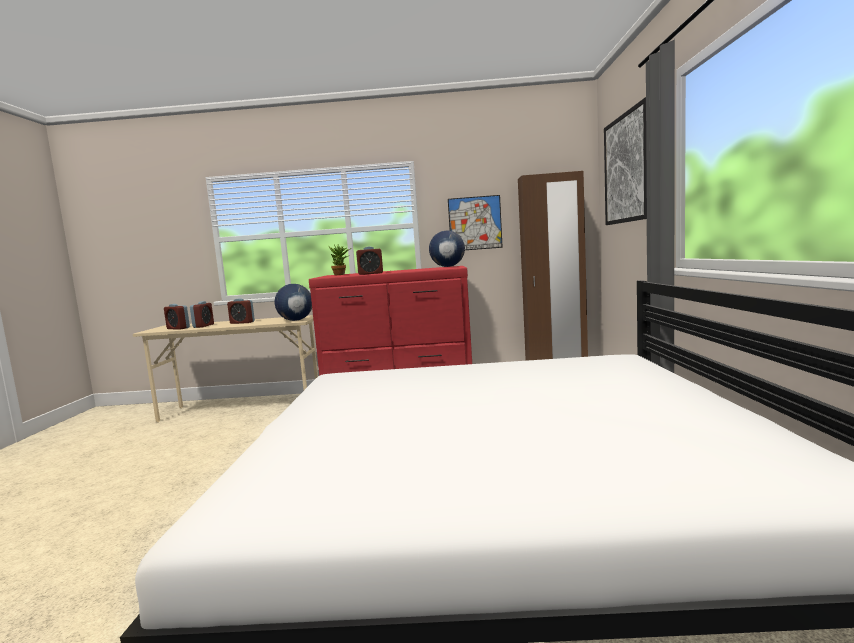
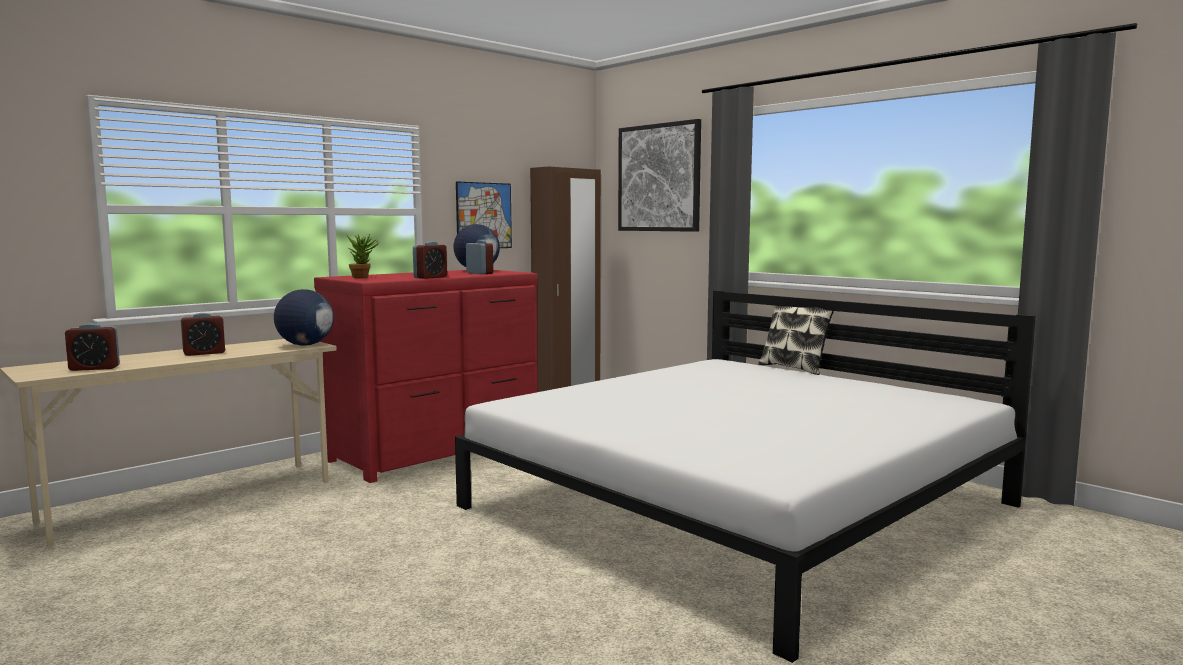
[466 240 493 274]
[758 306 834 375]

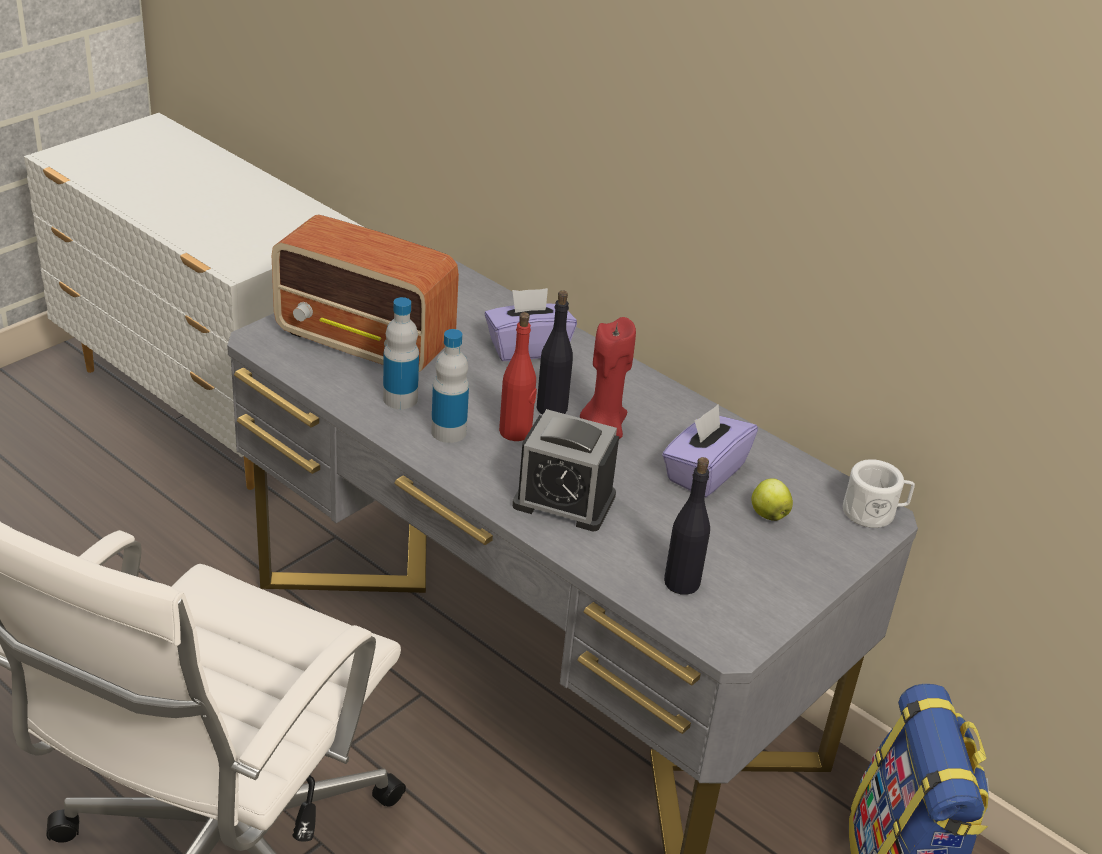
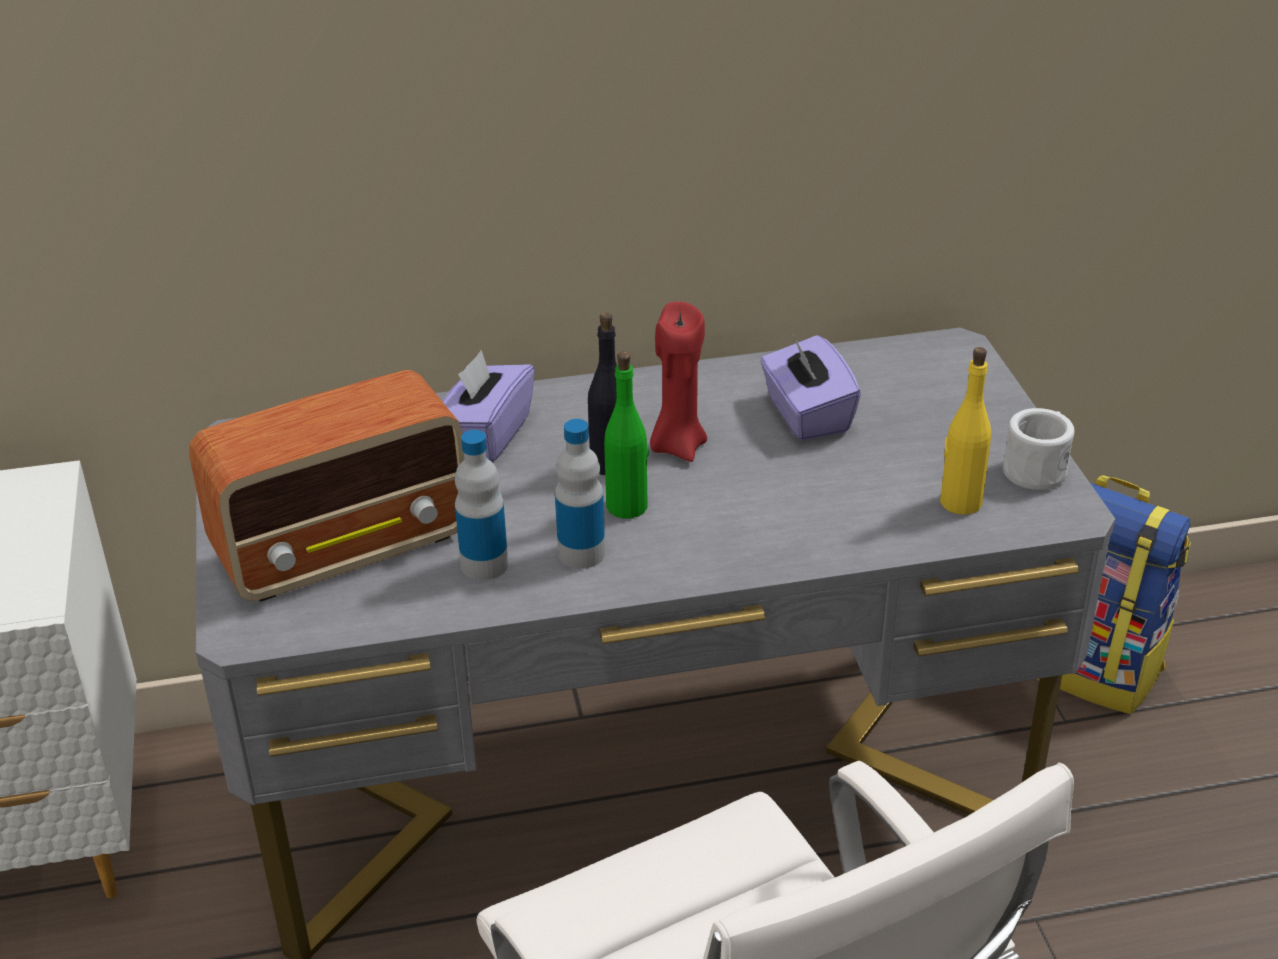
[604 351 649 518]
[512 409 619 532] (first image)
[940 347 991 515]
[1003 408 1075 490]
[751 478 793 521] (first image)

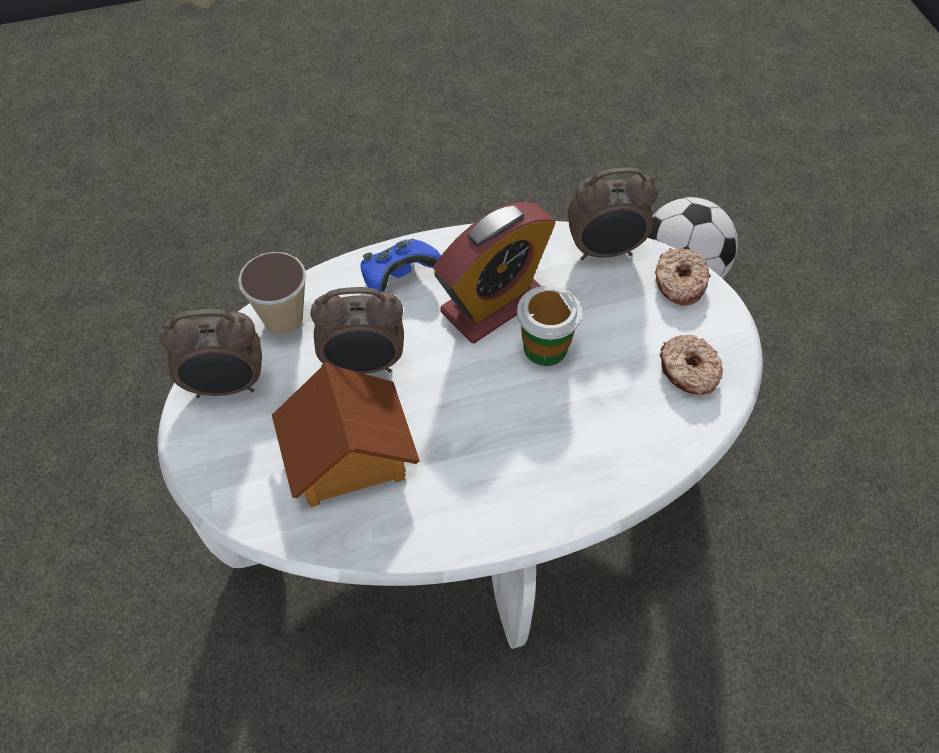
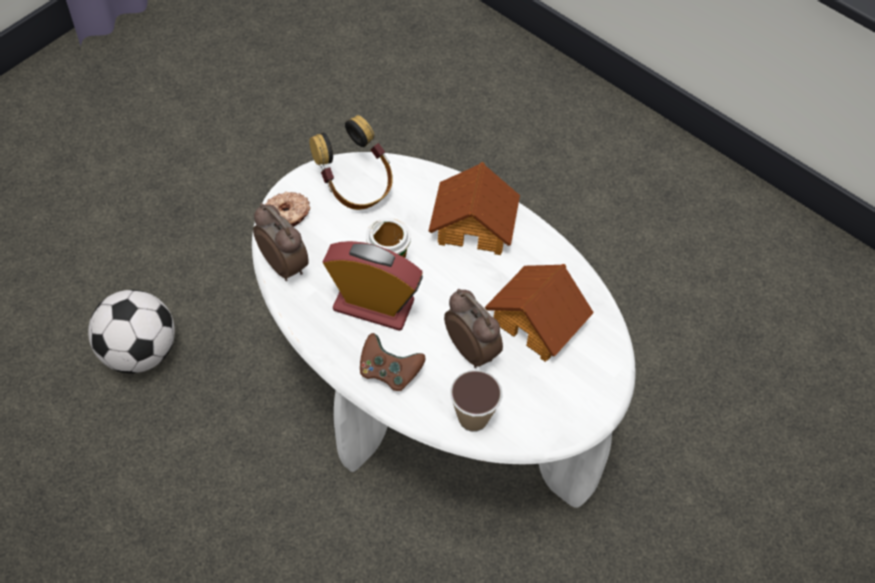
[360 333 425 391]
[160 309 262 398] (first image)
[309 115 393 210]
[429 162 520 255]

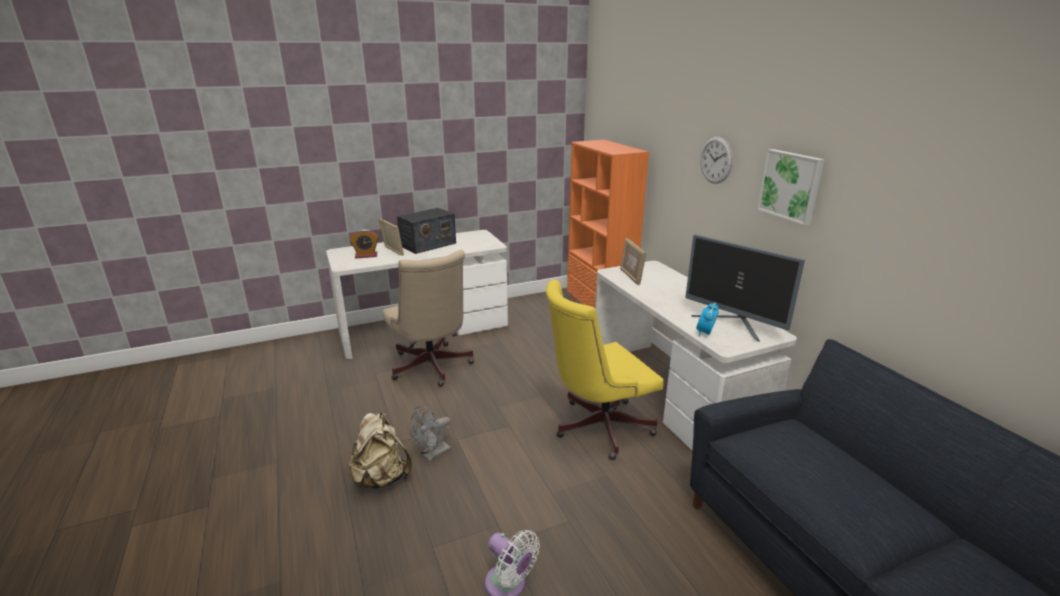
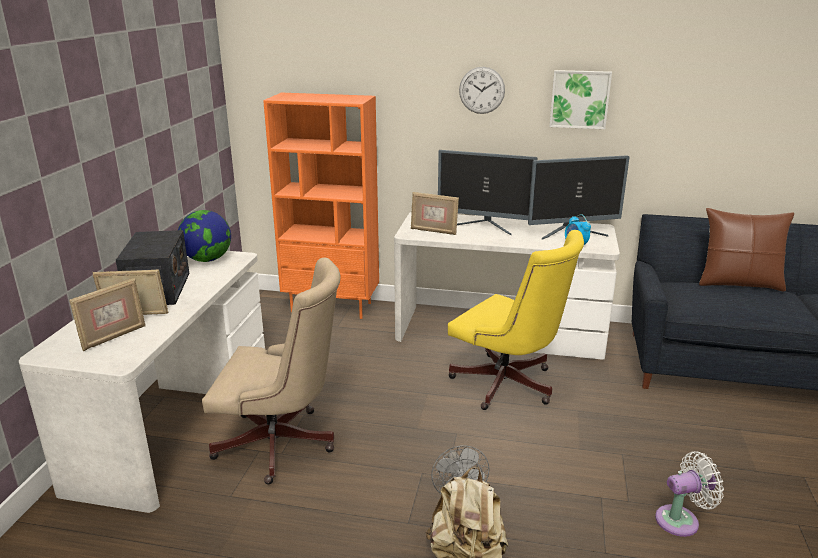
[69 277 146 351]
[448 230 584 410]
[438 150 538 236]
[699 208 794 292]
[178 210 231 262]

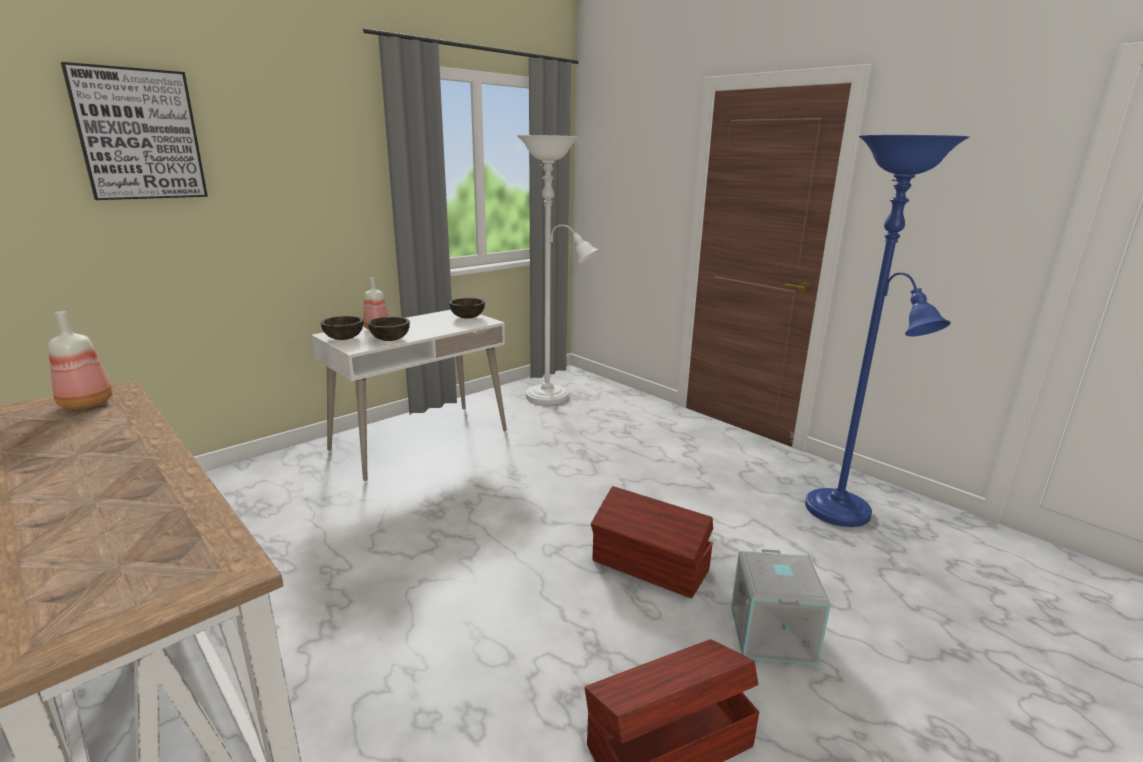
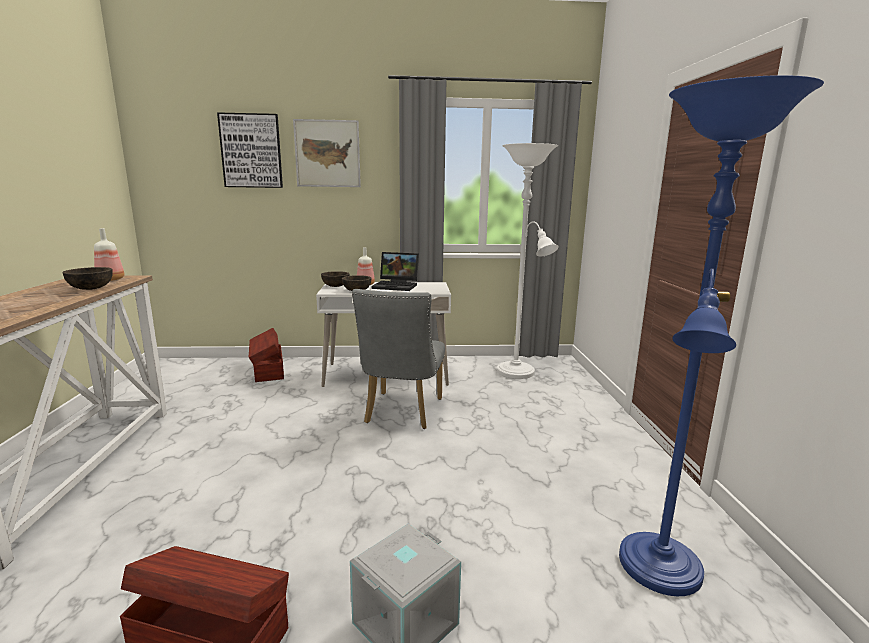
[62 267 113 290]
[249 328 284 382]
[293 119 361 187]
[372 252 419 291]
[352 289 445 429]

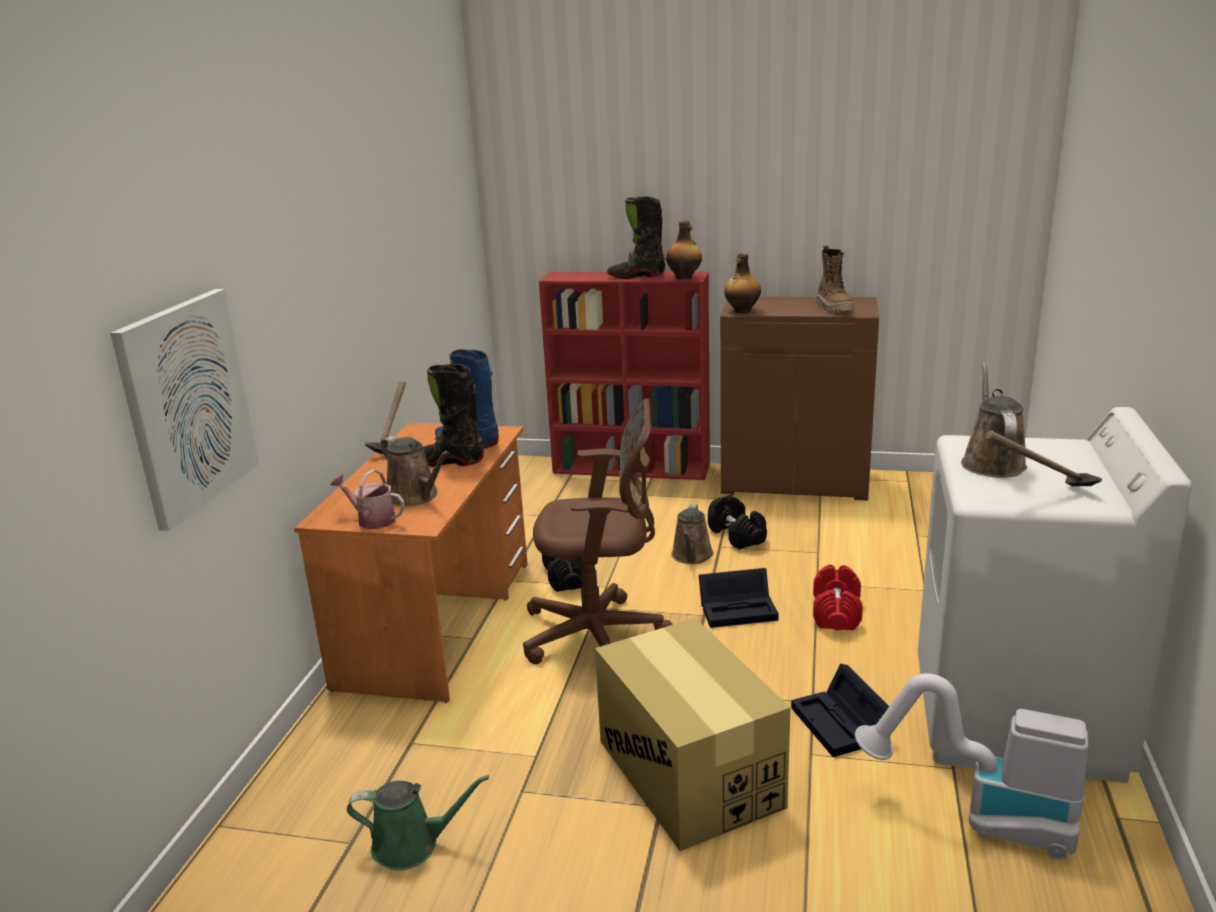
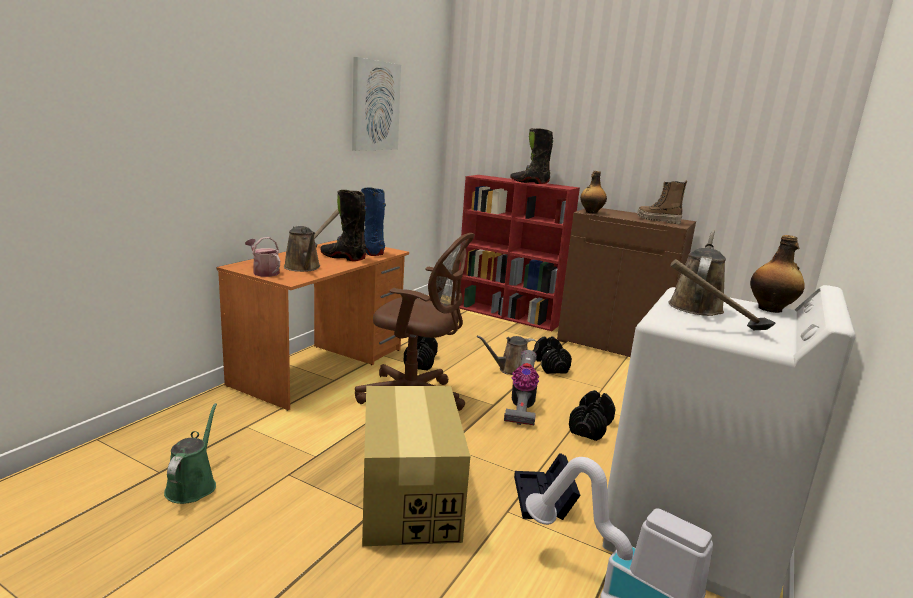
[750 235 805 313]
[637 180 687 224]
[352 57 401 151]
[477 335 539 375]
[569 390 616 441]
[504 350 539 425]
[164 403 217 504]

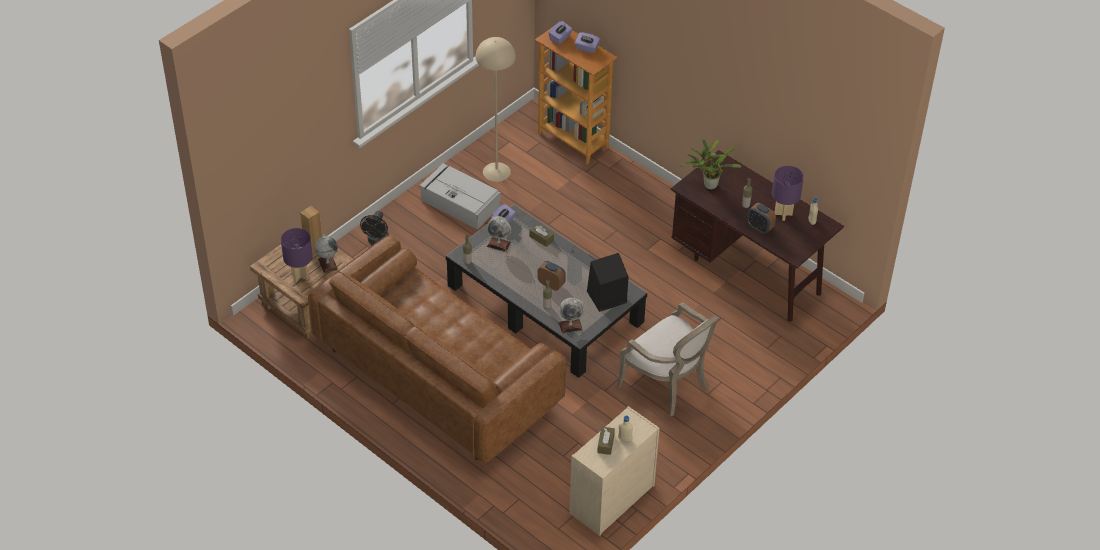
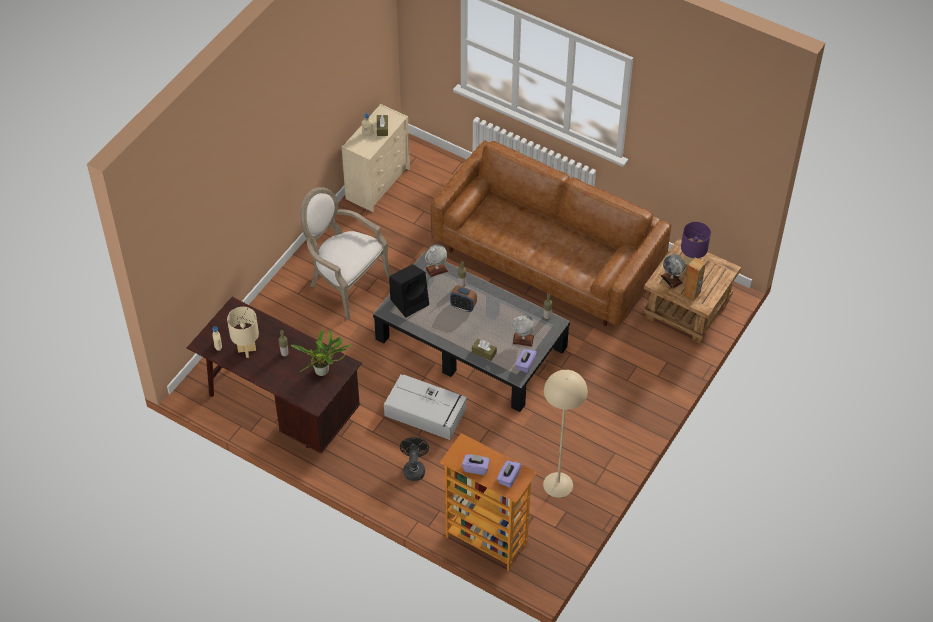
[384 374 467 440]
[227 307 259 358]
[747 203 776 234] (first image)
[400 437 429 481]

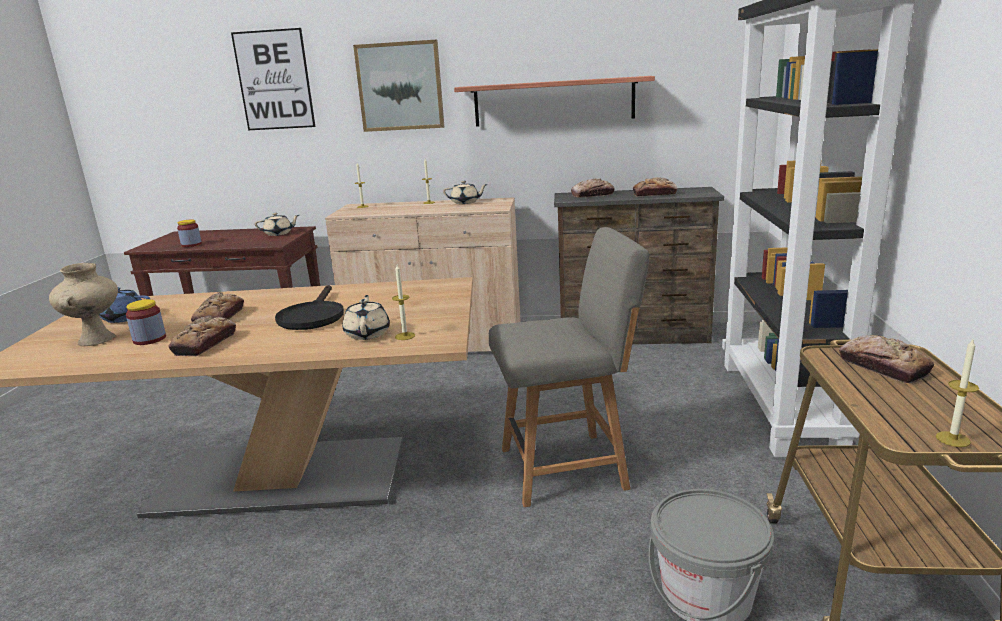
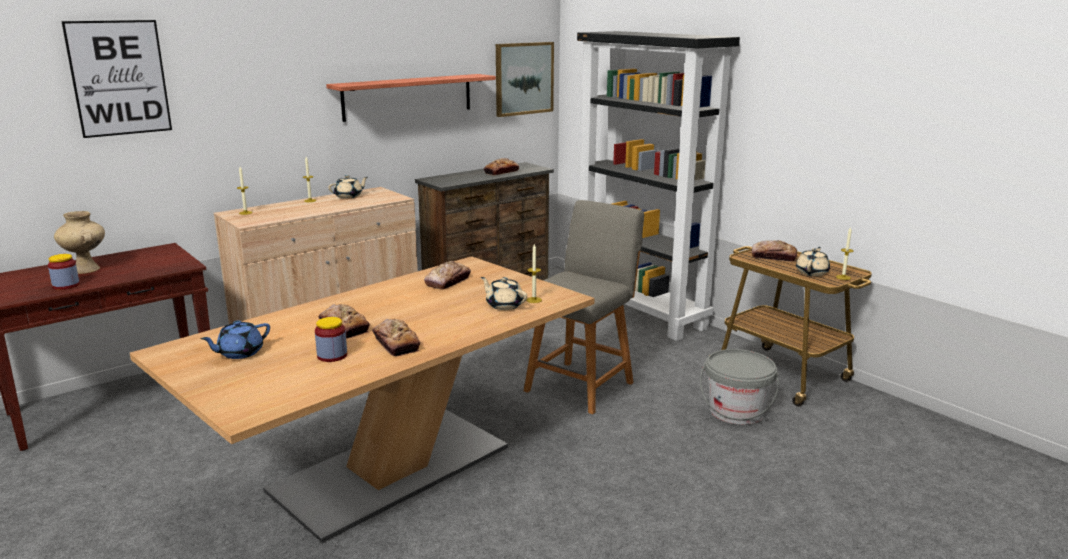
[496 42 554 117]
[424 261 471 290]
[796 247 830 276]
[54 211 105 274]
[275 285 344 330] (first image)

